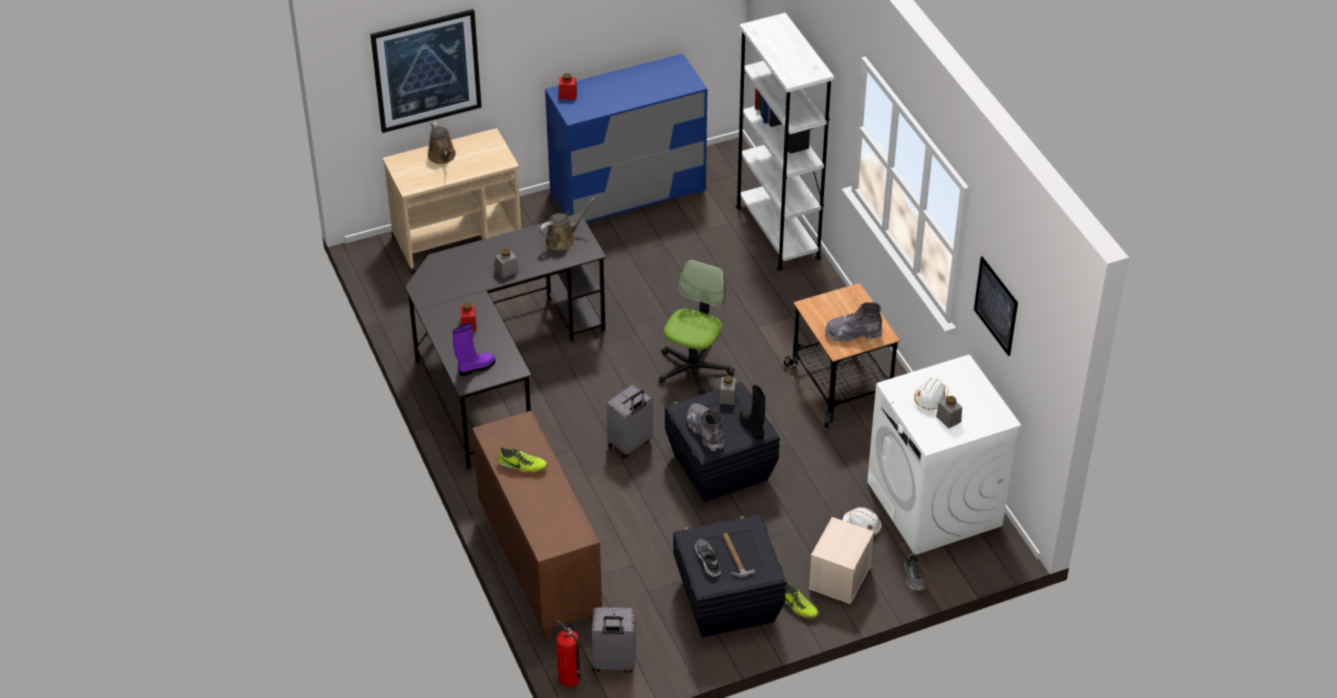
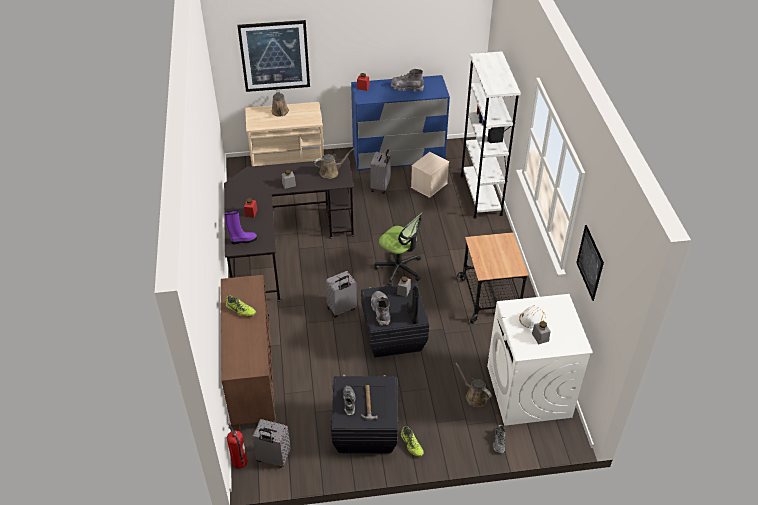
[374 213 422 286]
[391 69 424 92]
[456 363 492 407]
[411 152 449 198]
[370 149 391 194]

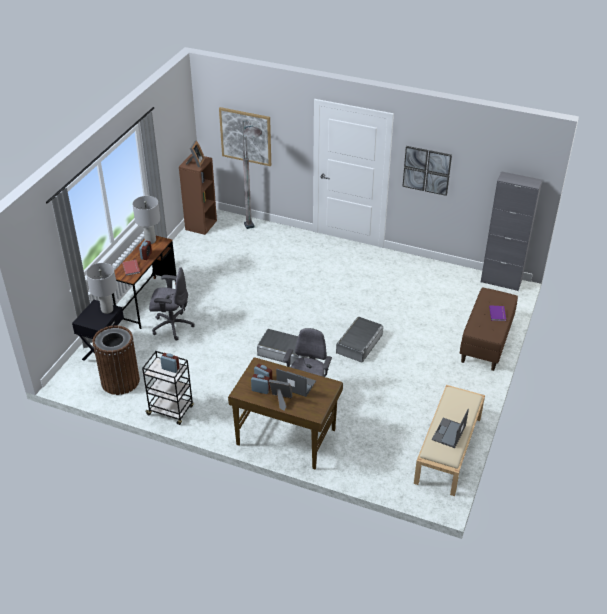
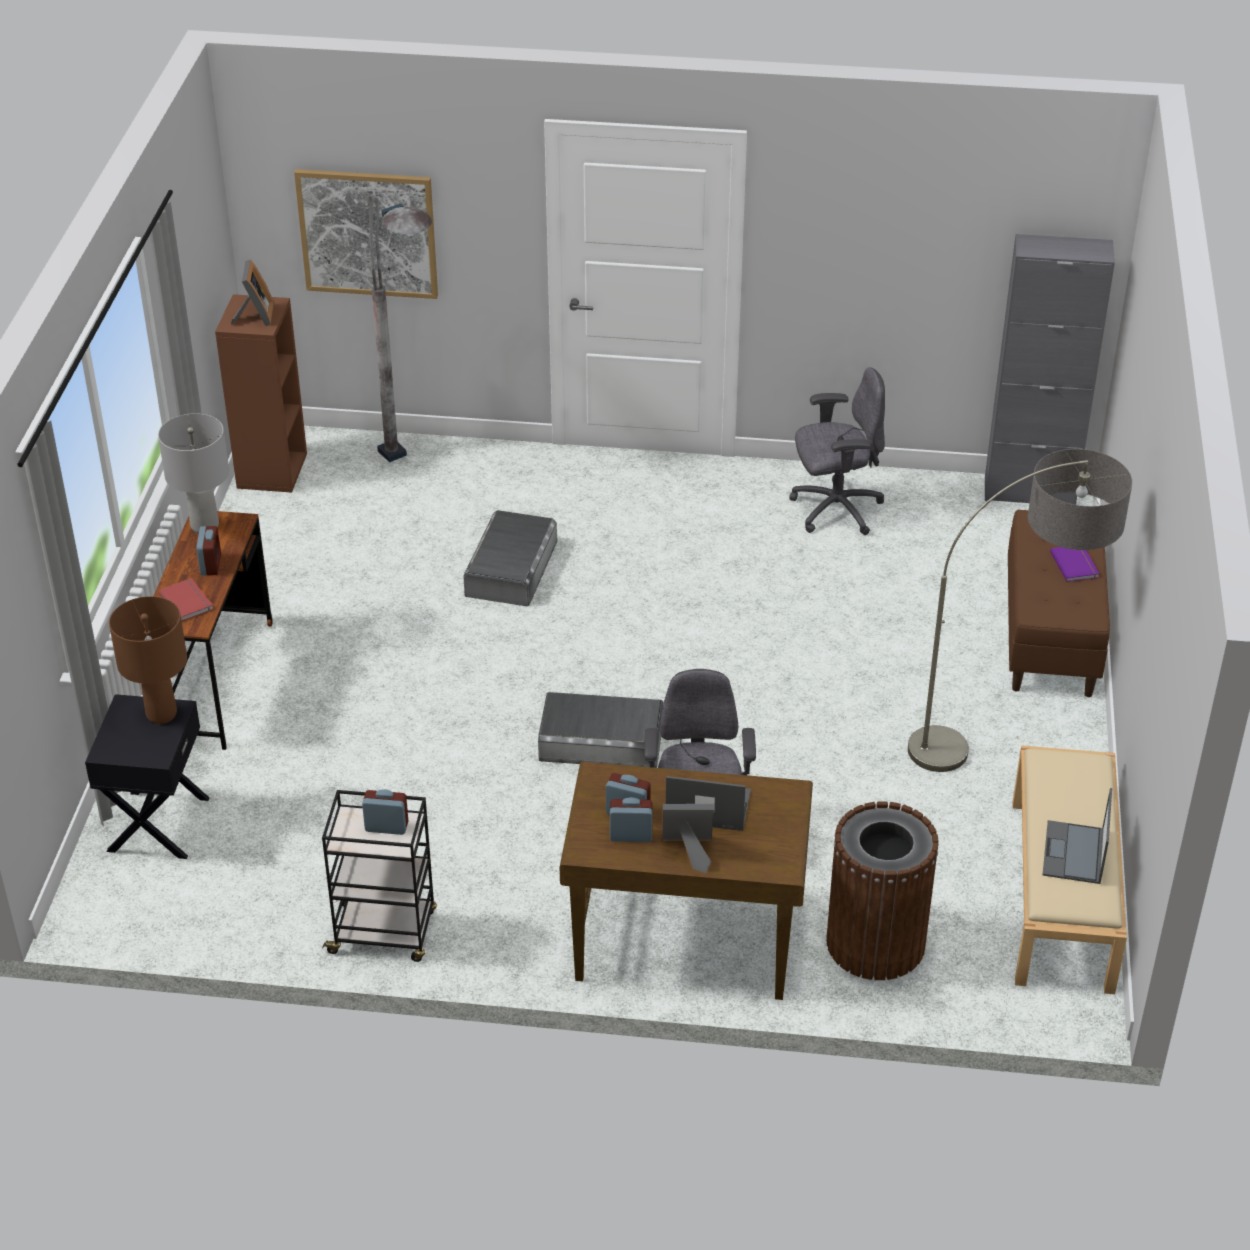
[402 146 452 196] (first image)
[109 596 187 724]
[789 367 885 535]
[463 510 557 607]
[826 801 939 980]
[908 449 1132 772]

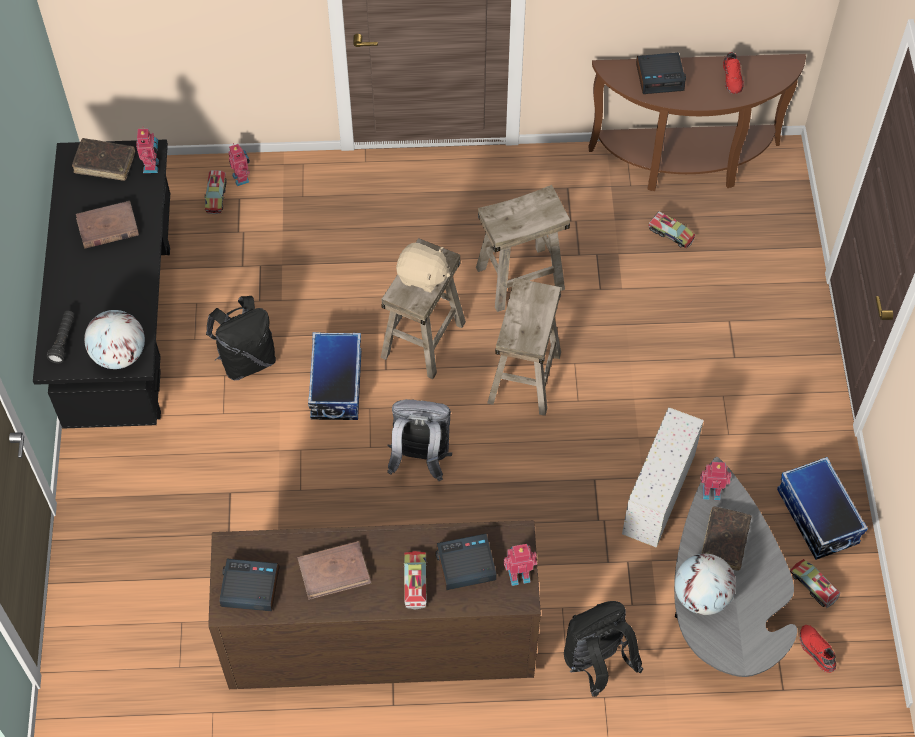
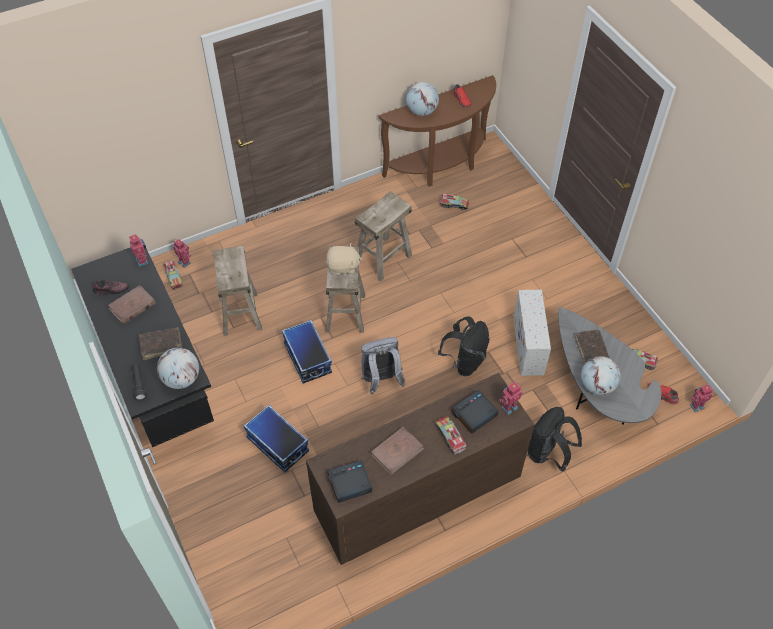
[406 82 439 116]
[139 327 182 360]
[213 246 262 336]
[438 317 489 376]
[244 405 309 472]
[690 384 713 412]
[93 280 129 295]

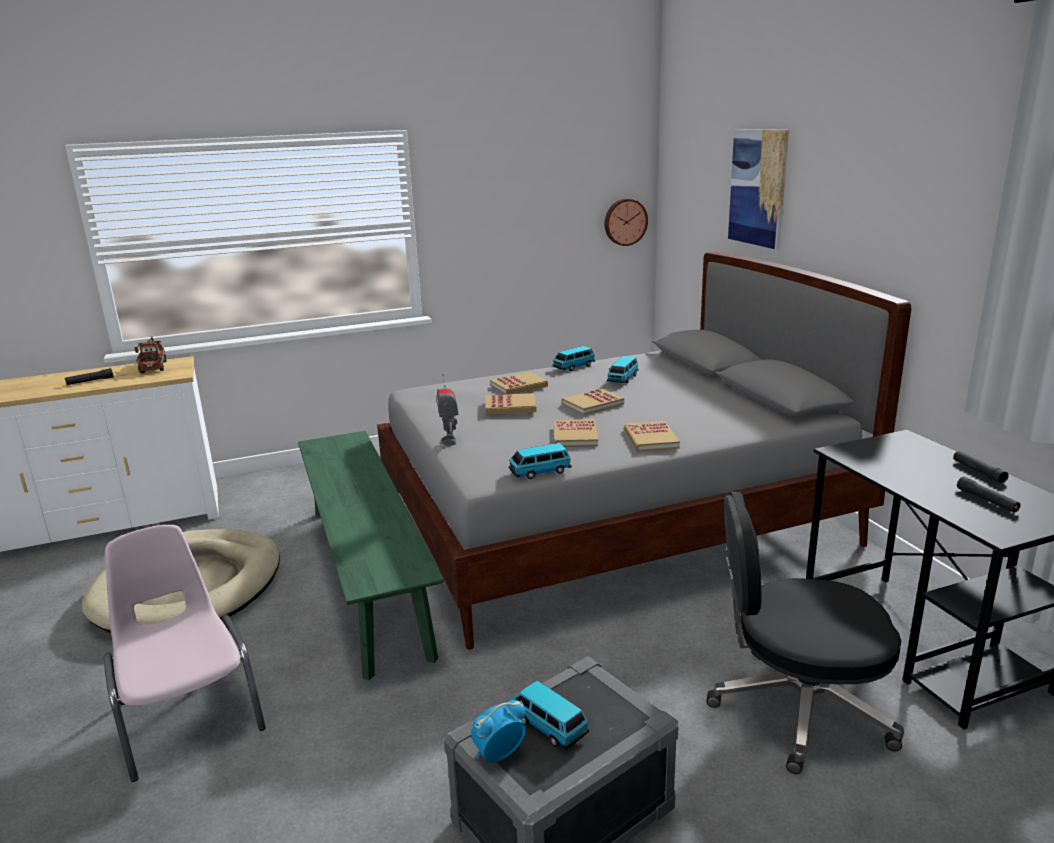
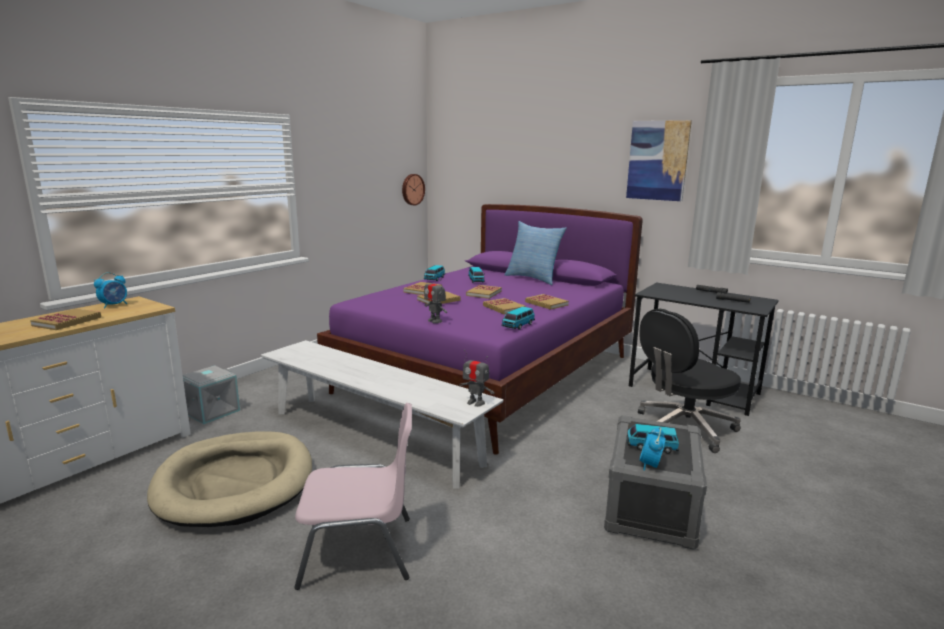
[626 120 692 201]
[317 204 643 455]
[94 272 127 308]
[30 308 101 330]
[261 340 504 489]
[294 403 412 590]
[505 221 567 285]
[459 350 494 407]
[183 366 240 424]

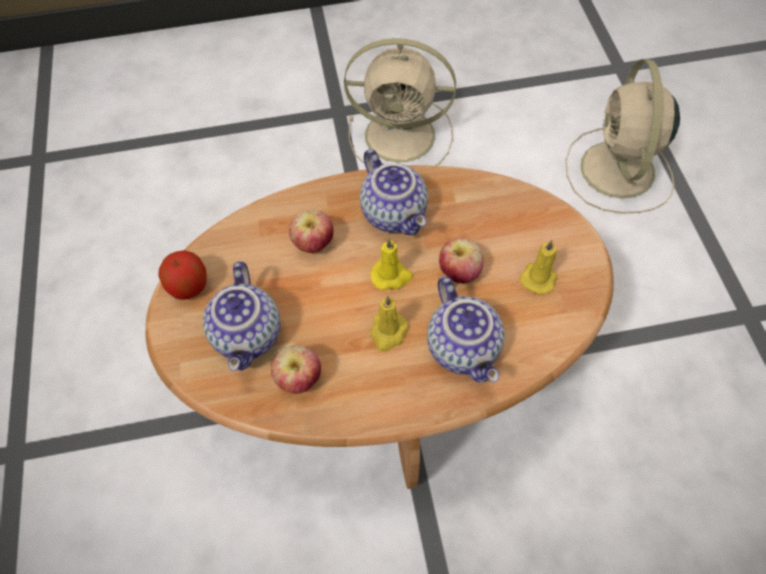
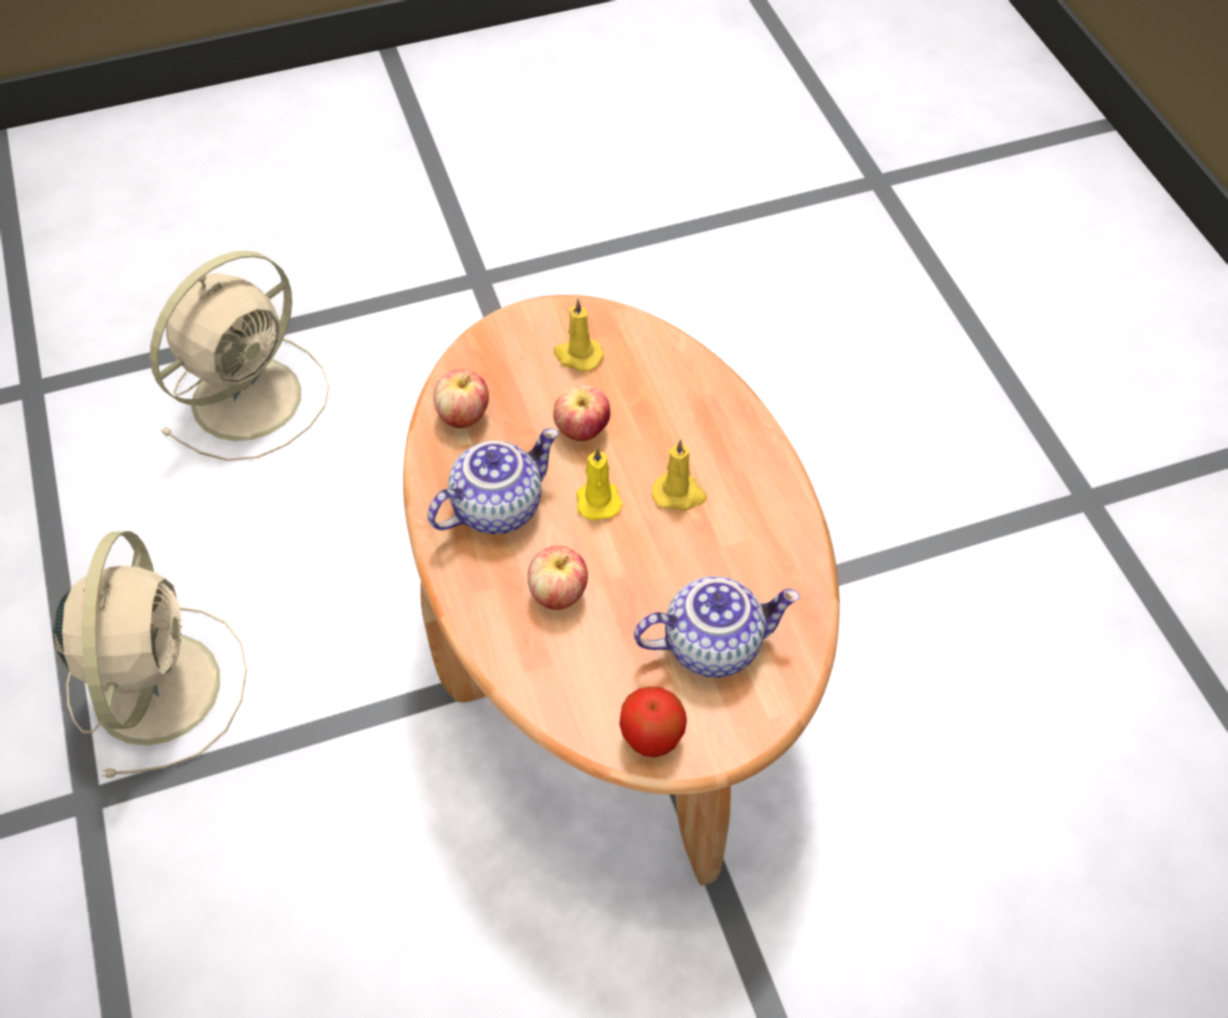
[150 251 330 461]
[427 276 505 383] (first image)
[434 369 489 428]

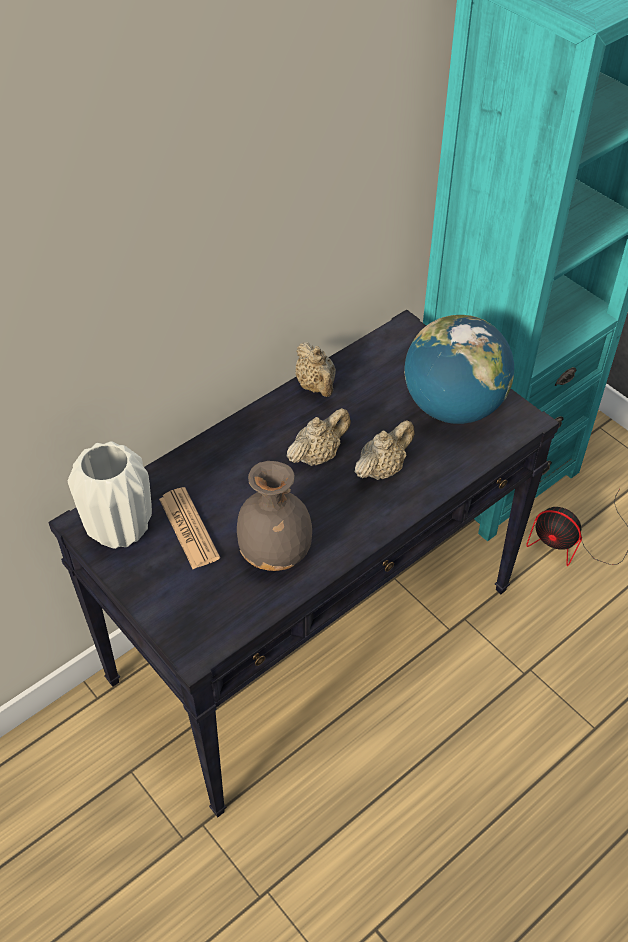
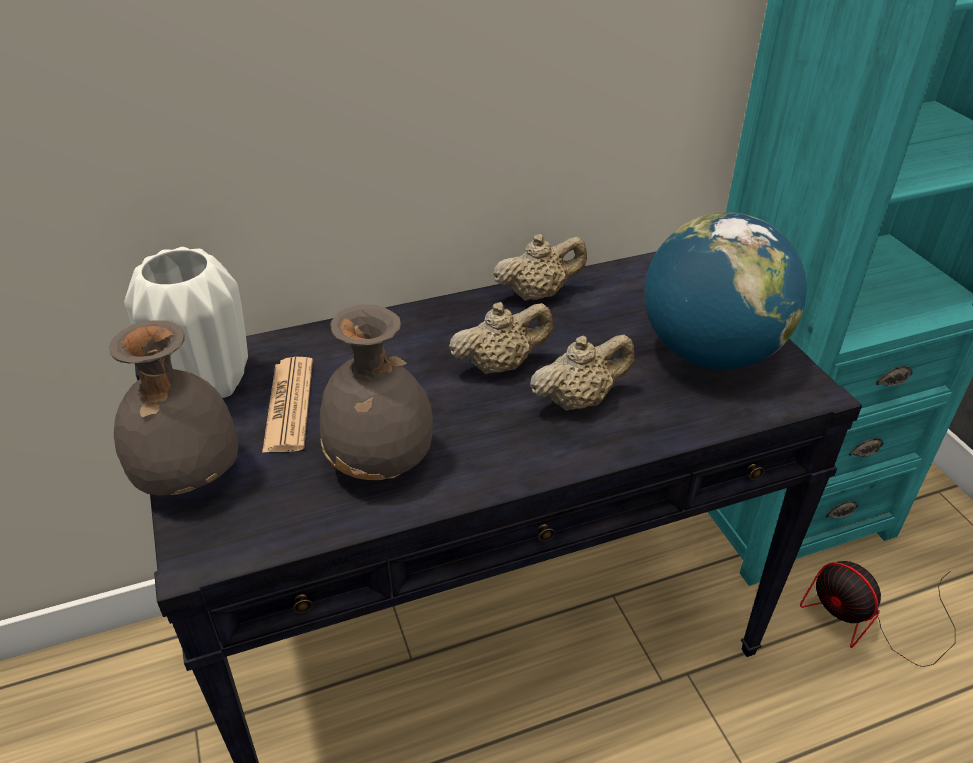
[493 234 587 301]
[109 320 238 496]

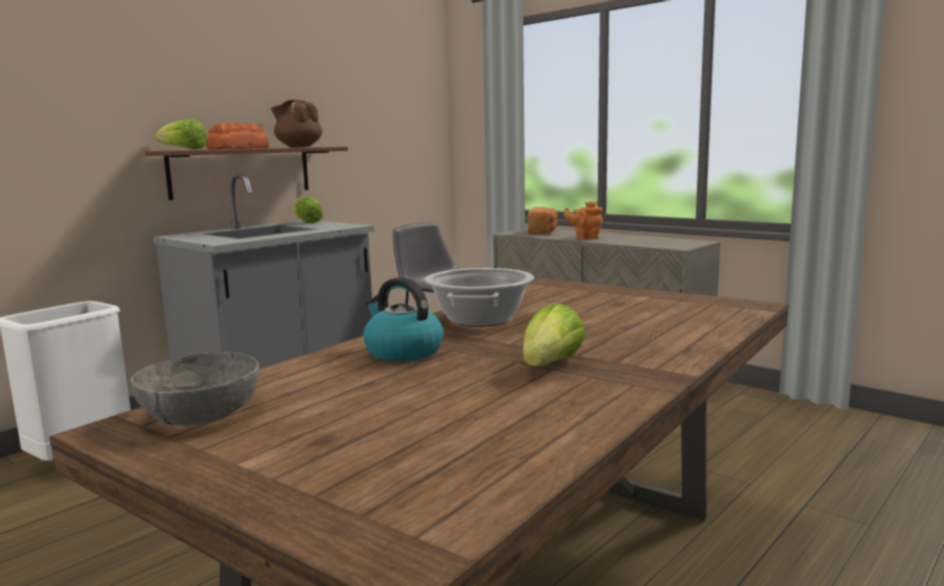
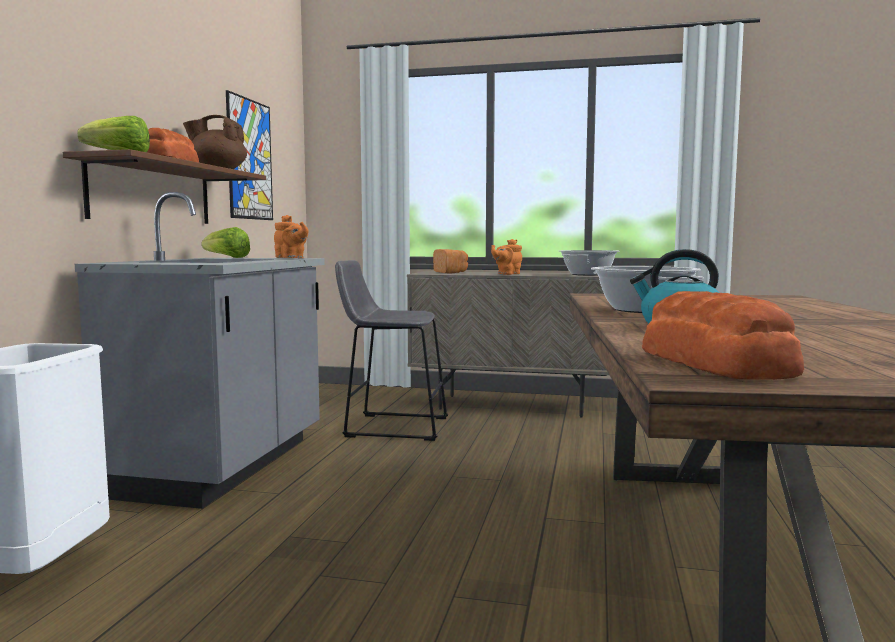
[523 303 586 366] (first image)
[642 291 804 380]
[226 90 273 220]
[274 215 308 258]
[559 250 620 275]

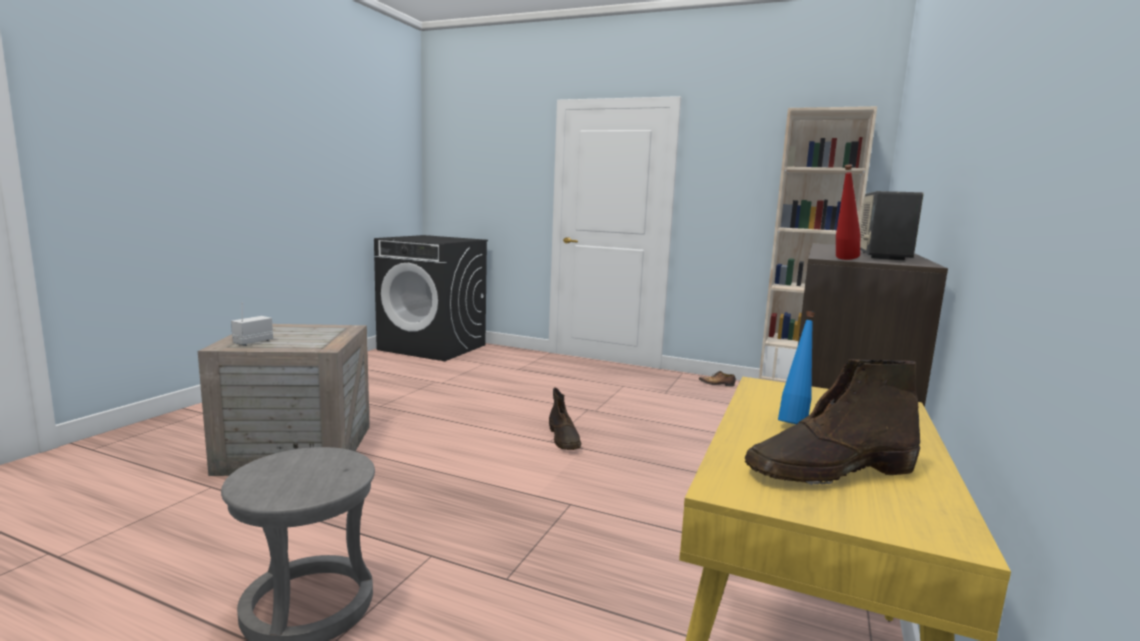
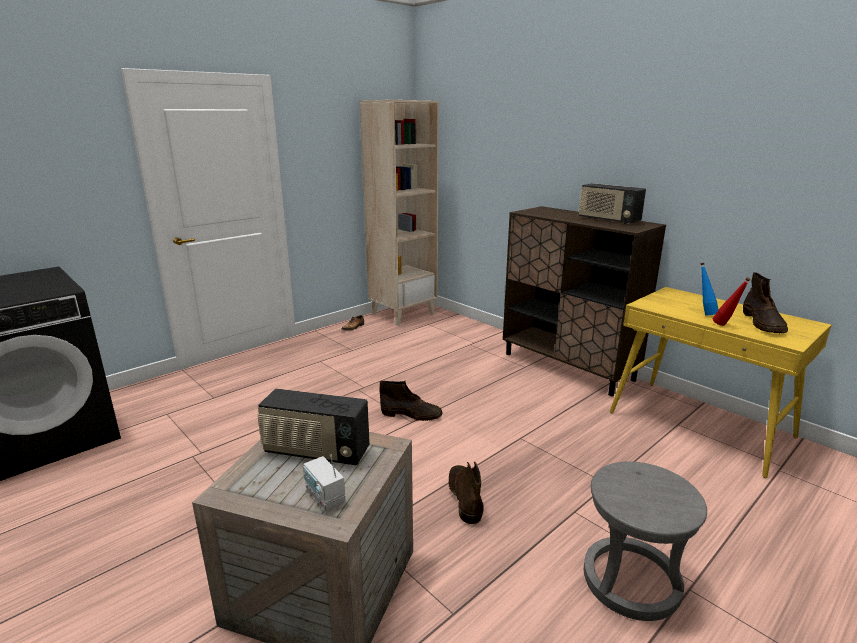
[713 277 751 326]
[257 388 370 465]
[448 462 484 524]

